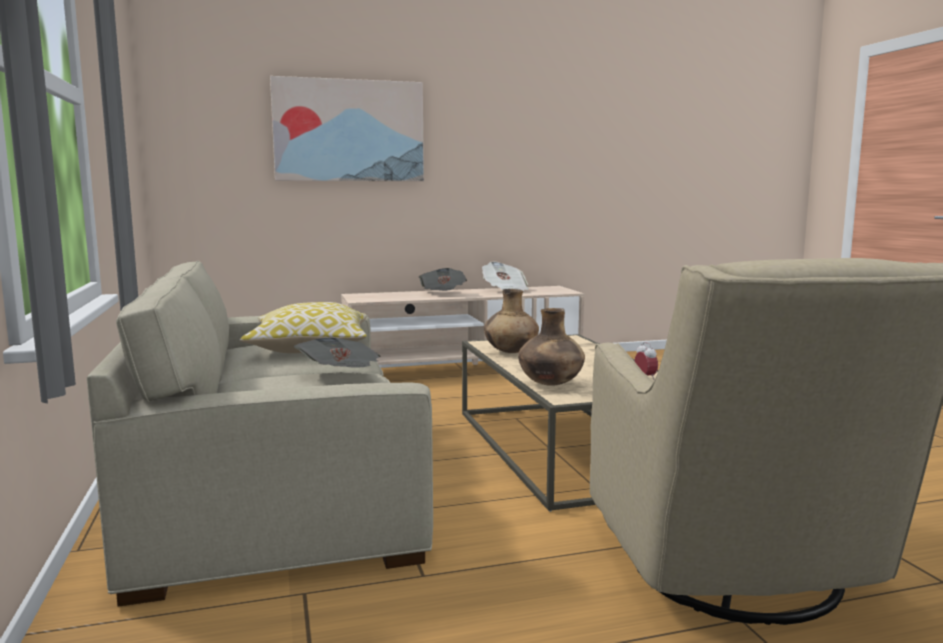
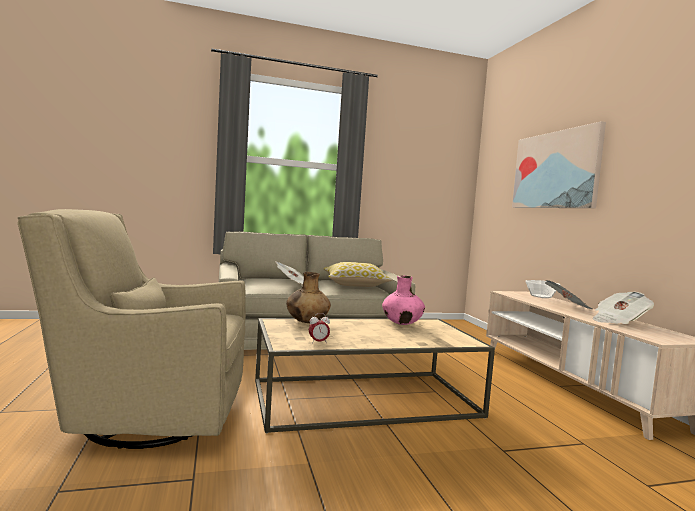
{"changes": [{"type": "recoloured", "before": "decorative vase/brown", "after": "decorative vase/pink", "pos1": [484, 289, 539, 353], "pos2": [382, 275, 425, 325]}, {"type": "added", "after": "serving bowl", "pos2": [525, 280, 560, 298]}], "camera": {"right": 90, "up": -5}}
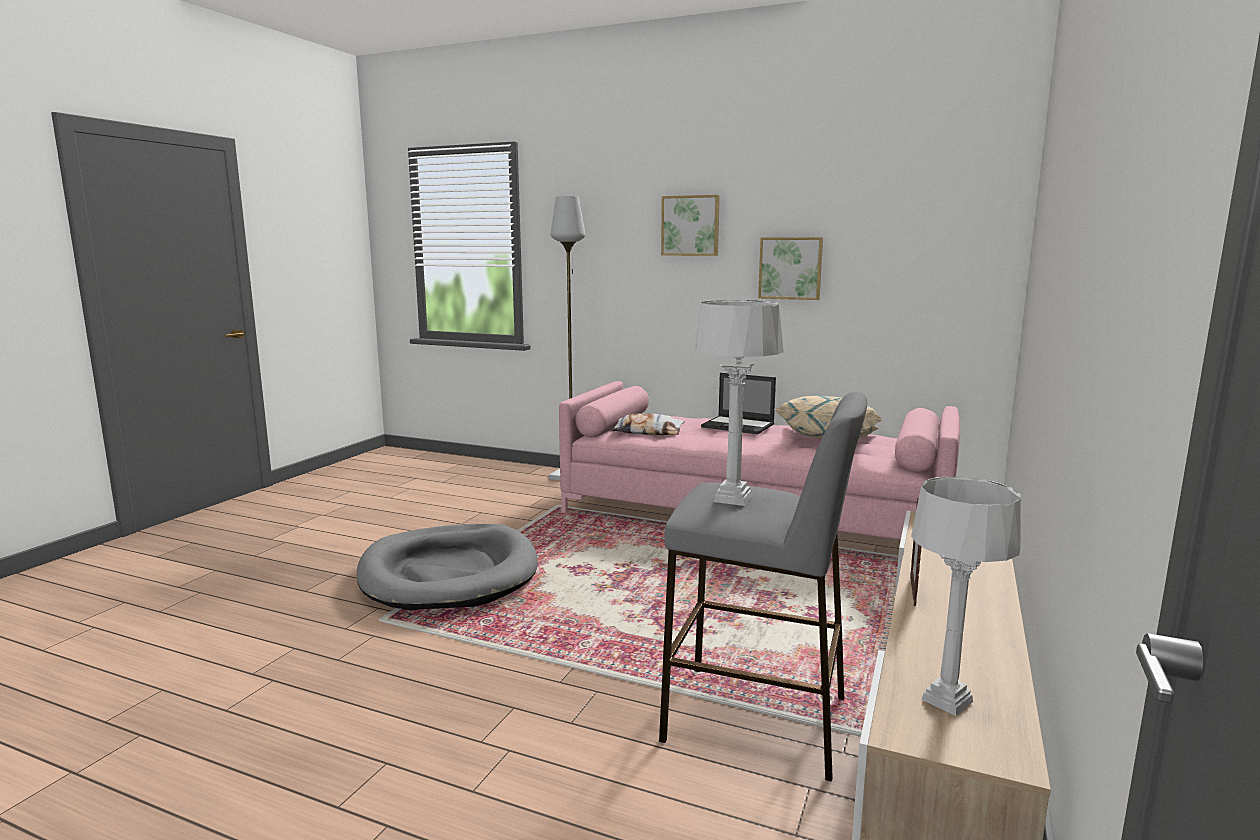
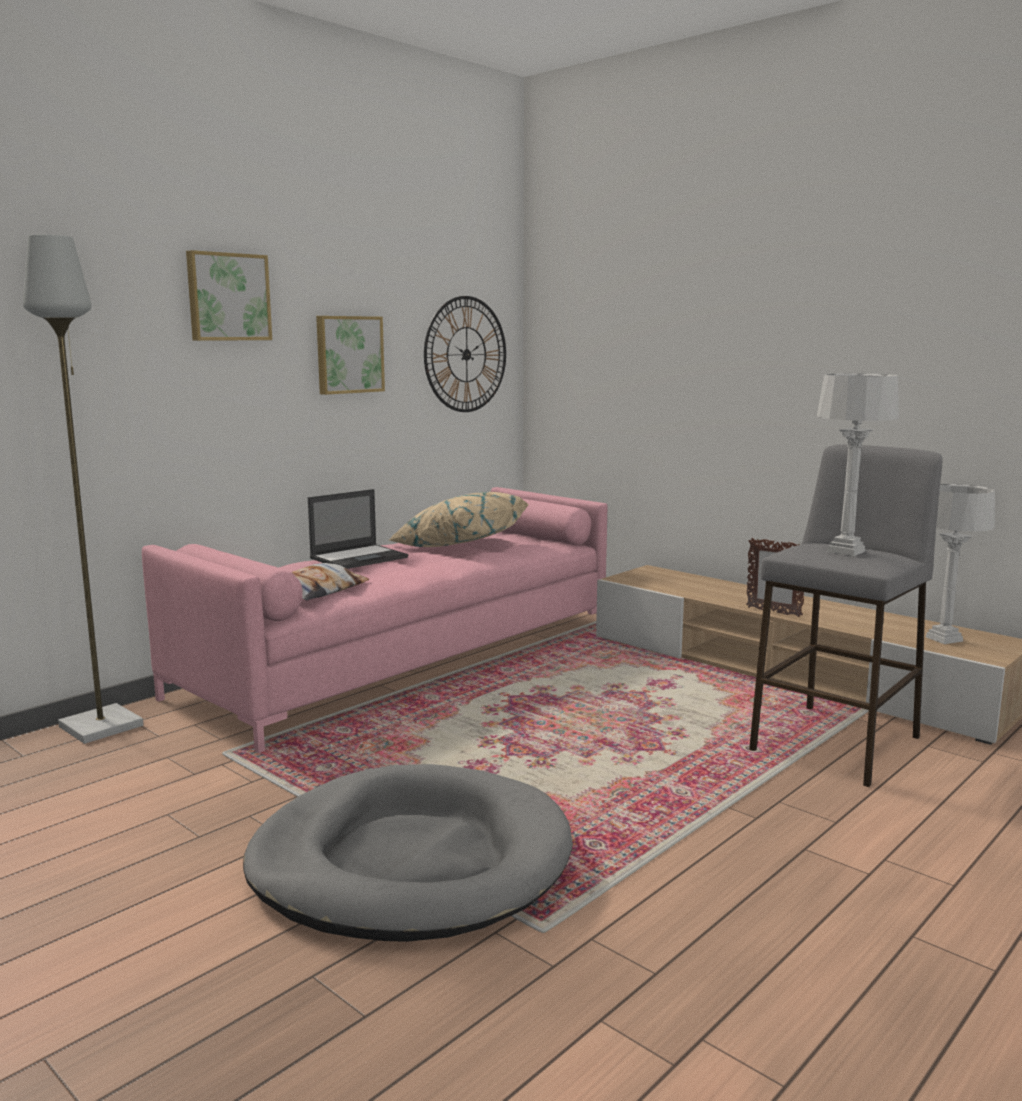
{"changes": [{"type": "added", "after": "hanging clock", "pos2": [424, 296, 506, 412]}], "camera": {"right": -70, "up": 0}}
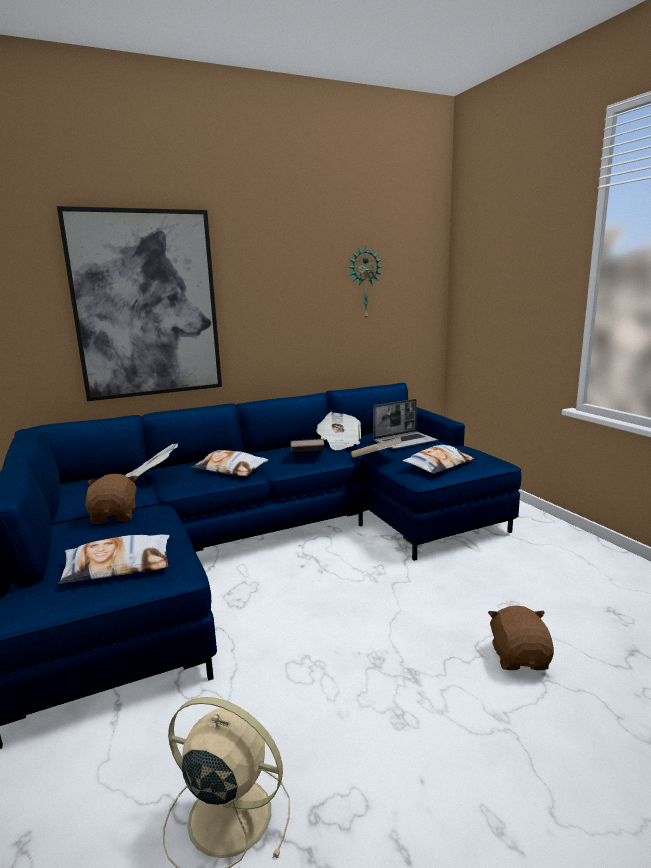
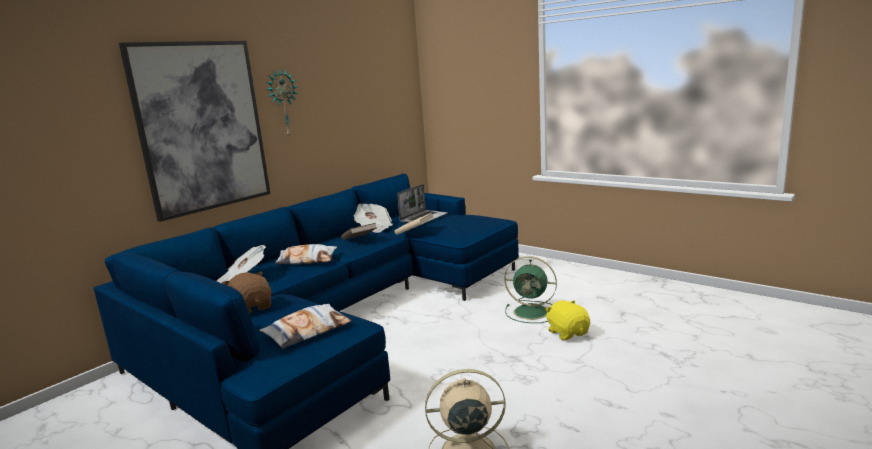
{"changes": [{"type": "moved", "before": "hanging clock", "pos1": [348, 246, 382, 318], "pos2": [266, 69, 298, 138]}, {"type": "added", "after": "electric fan/greenish", "pos2": [504, 256, 557, 323]}, {"type": "recoloured", "before": "cuddly toy/brown", "after": "cuddly toy/yellowish", "pos1": [488, 606, 554, 670], "pos2": [545, 300, 590, 340]}, {"type": "removed", "before": "cushion", "pos1": [402, 445, 474, 474]}], "camera": {"right": -25, "up": 0}}
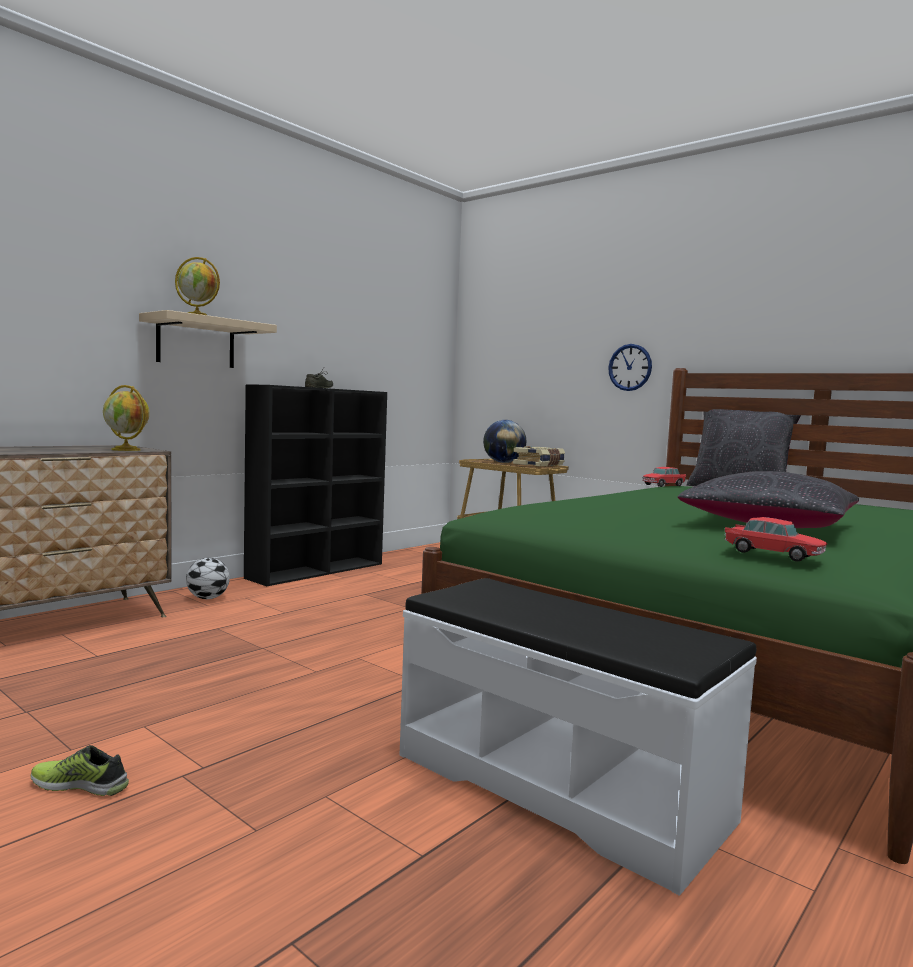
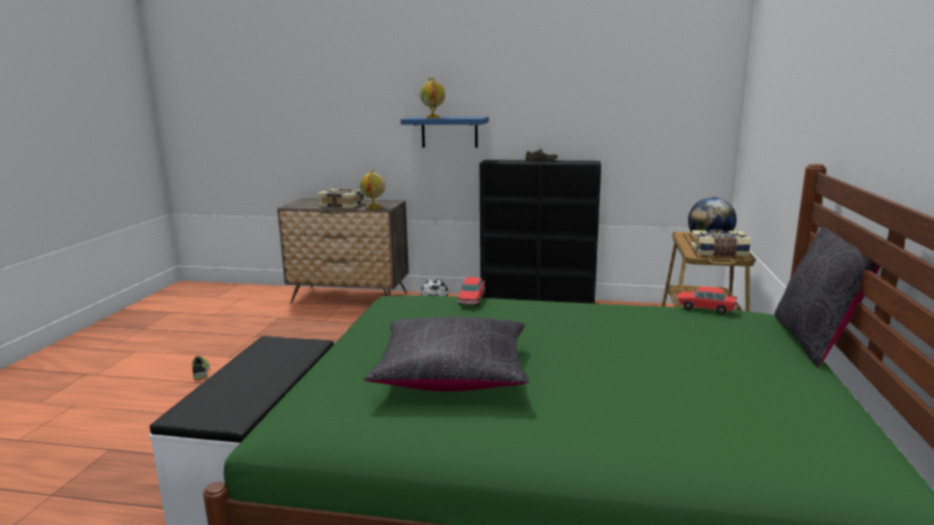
{"changes": [{"type": "added", "after": "volume", "pos2": [317, 189, 365, 208]}, {"type": "recoloured", "before": "bracket shelf/beige-coloured", "after": "bracket shelf/blue", "pos1": [139, 310, 277, 368], "pos2": [401, 117, 489, 148]}, {"type": "moved", "before": "miniature car", "pos1": [725, 517, 828, 562], "pos2": [458, 277, 485, 306]}, {"type": "removed", "before": "hanging clock", "pos1": [608, 344, 652, 391]}], "camera": {"right": 60, "up": 10}}
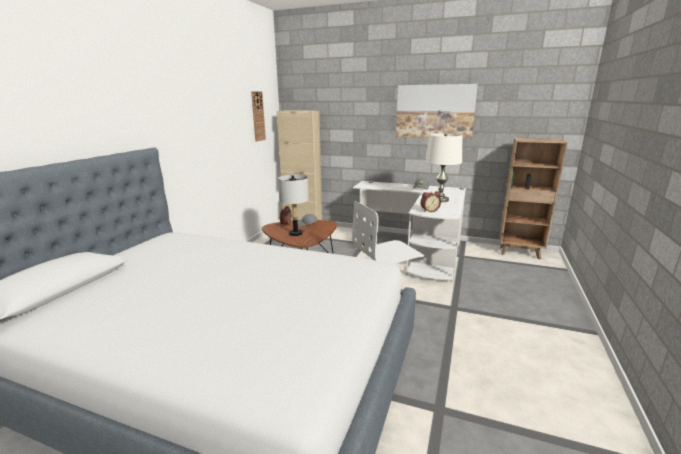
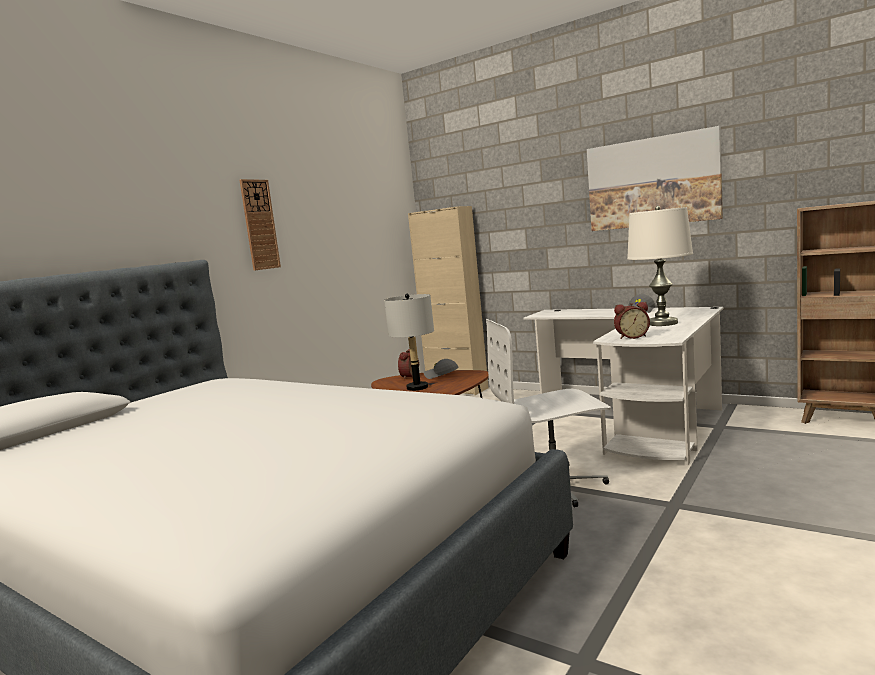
{"changes": [{"type": "moved", "before": "hanging clock", "pos1": [251, 91, 266, 142], "pos2": [240, 179, 281, 271]}], "camera": {"right": 15, "up": -10}}
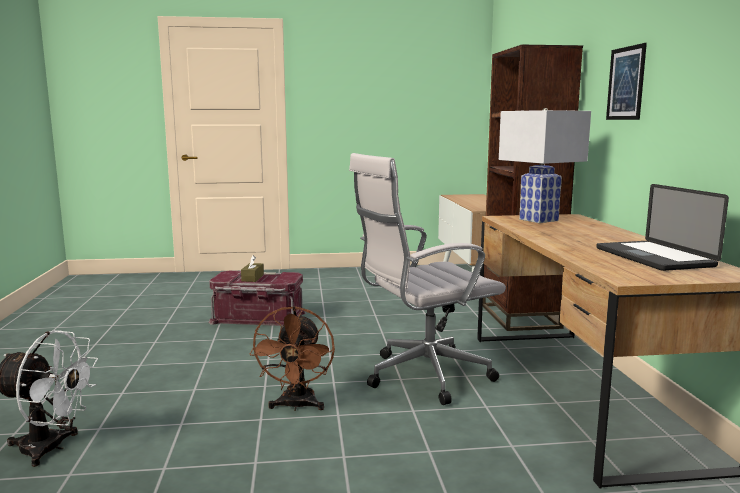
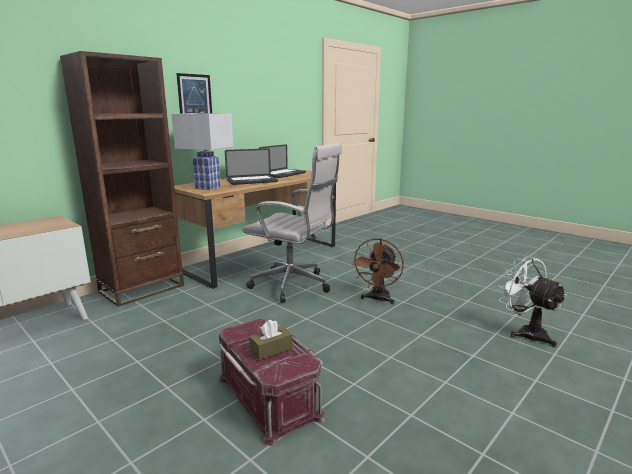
{"changes": [{"type": "added", "after": "laptop", "pos2": [225, 148, 278, 185]}, {"type": "turned", "before": "electric fan/brown", "pos1": [249, 306, 335, 411], "pos2": [351, 238, 404, 304], "turn": 150}], "camera": {"right": -130, "up": 5}}
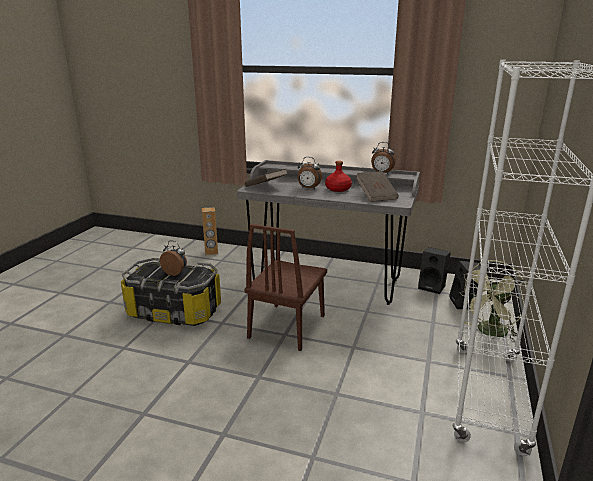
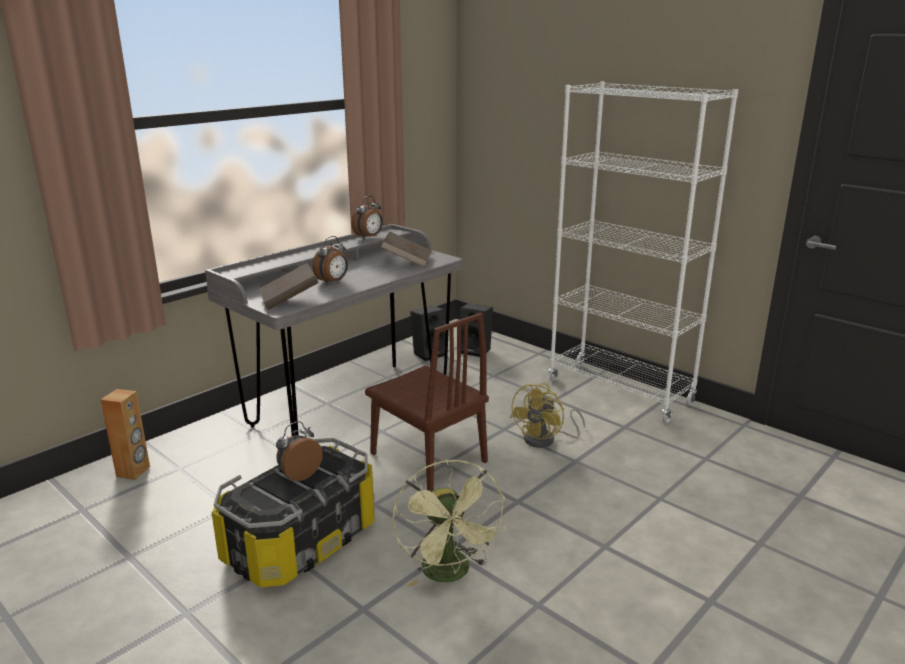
{"changes": [{"type": "moved", "before": "electric fan/greenish", "pos1": [459, 260, 527, 342], "pos2": [392, 459, 506, 587]}, {"type": "added", "after": "electric fan/yellowish", "pos2": [510, 383, 585, 448]}, {"type": "removed", "before": "beverage bottle/red", "pos1": [325, 161, 352, 192]}], "camera": {"right": -65, "up": 0}}
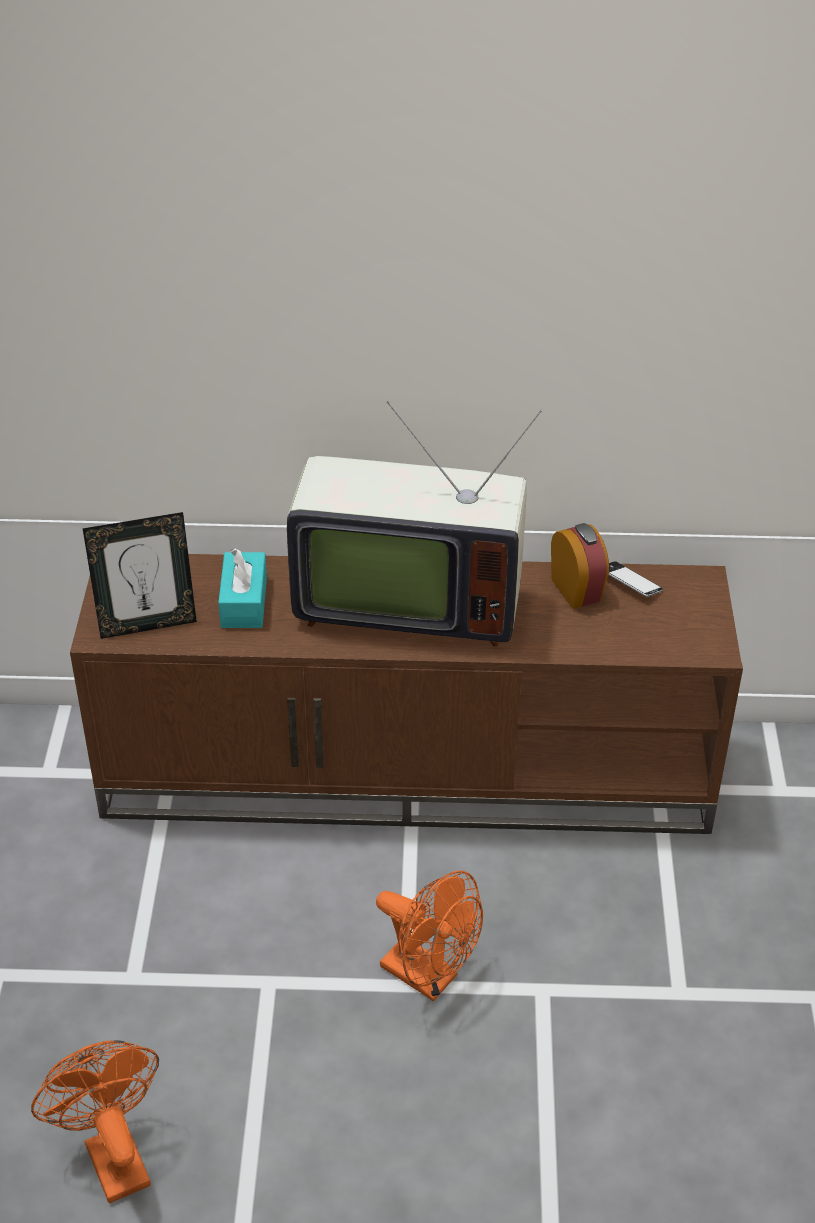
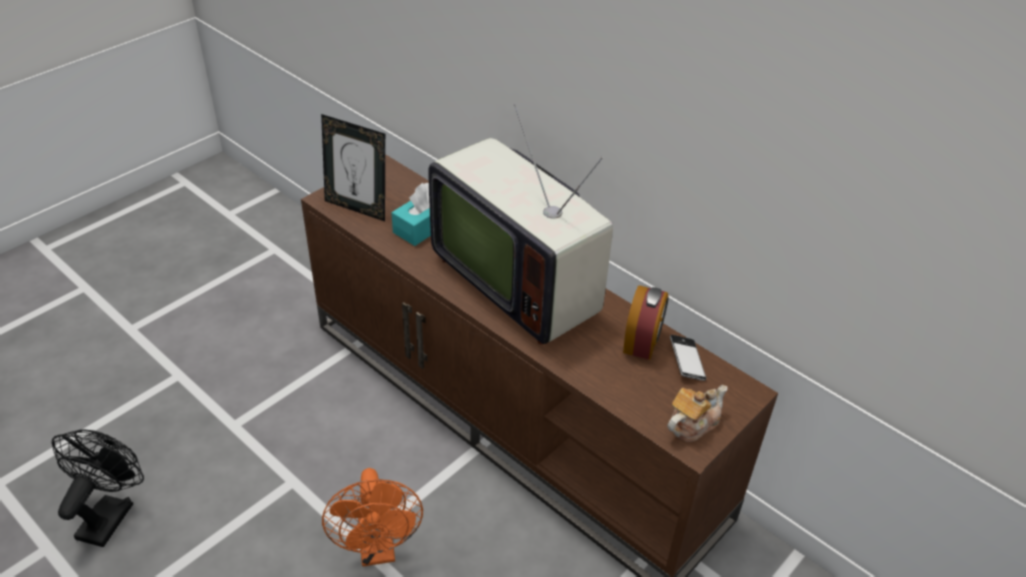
{"changes": [{"type": "recoloured", "before": "electric fan/orange", "after": "electric fan/blackish", "pos1": [31, 1040, 159, 1203], "pos2": [51, 429, 144, 547]}, {"type": "added", "after": "teapot", "pos2": [667, 385, 728, 442]}], "camera": {"right": 40, "up": 0}}
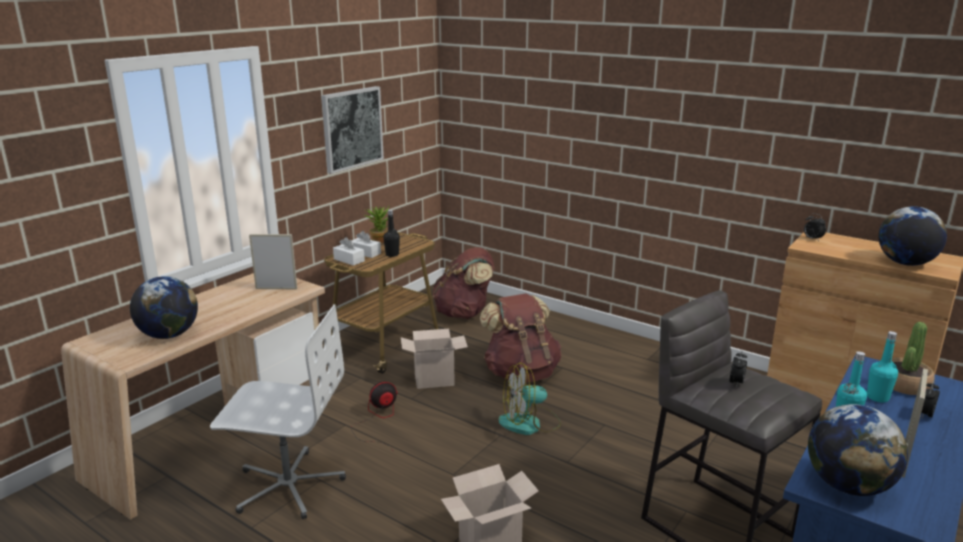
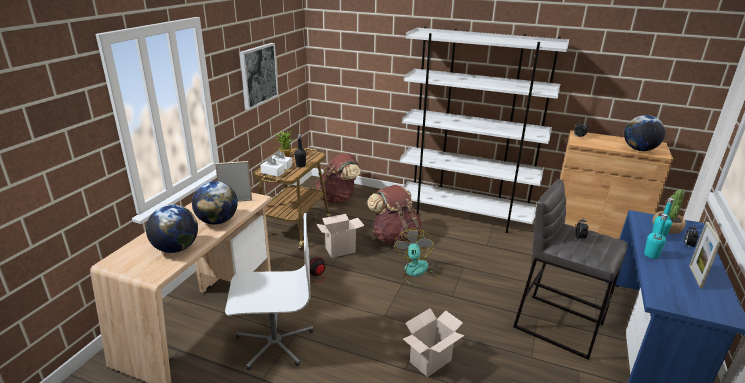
{"changes": [{"type": "moved", "before": "world globe", "pos1": [808, 404, 908, 496], "pos2": [192, 181, 238, 225]}, {"type": "turned", "before": "electric fan", "pos1": [498, 363, 561, 435], "pos2": [394, 229, 441, 286], "turn": 120}, {"type": "added", "after": "bookcase/white-coloured", "pos2": [400, 27, 569, 233]}], "camera": {"right": -15, "up": 5}}
